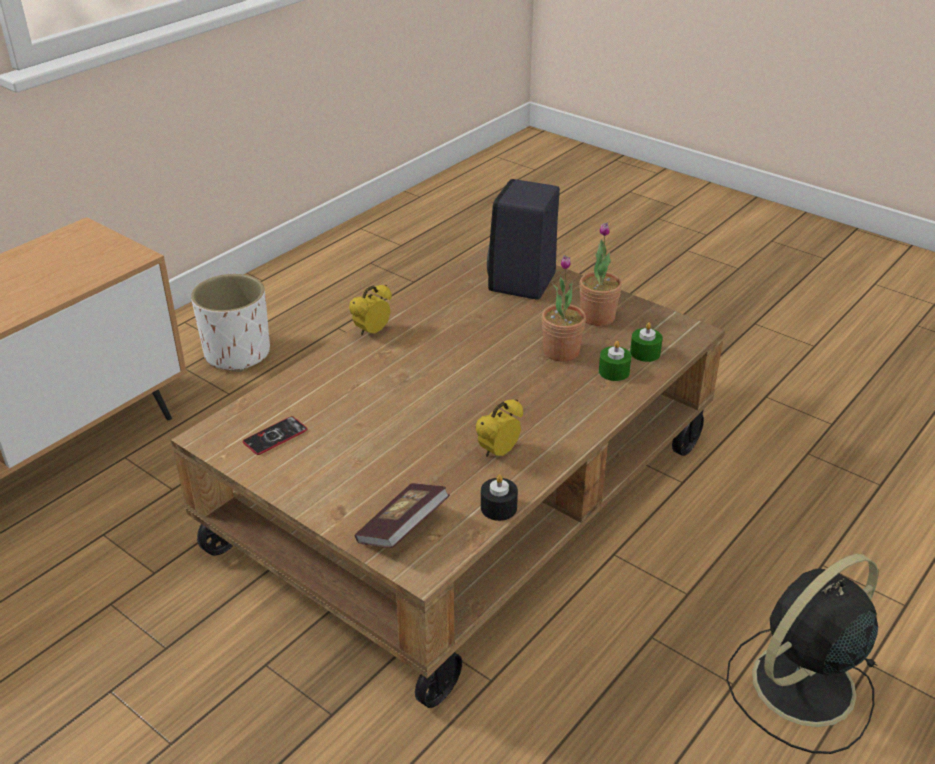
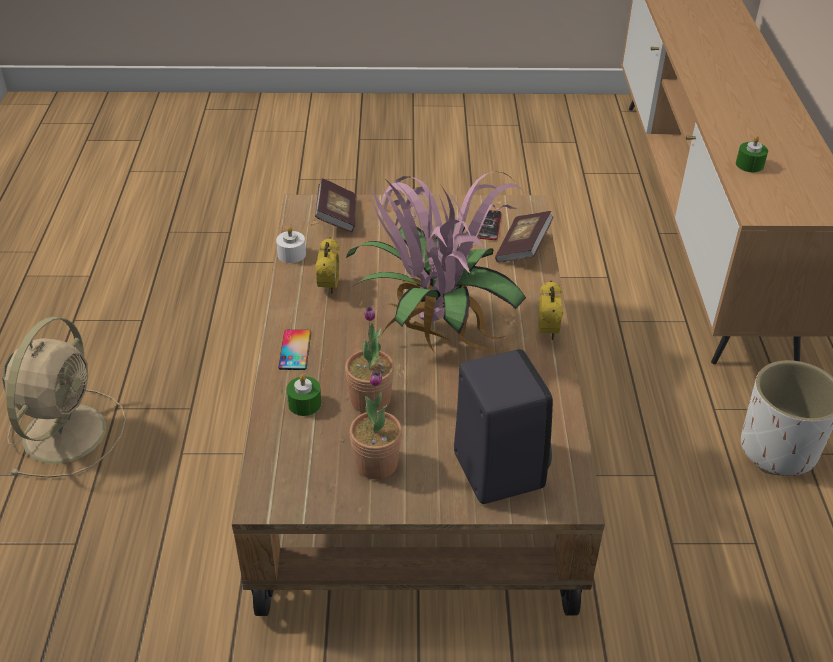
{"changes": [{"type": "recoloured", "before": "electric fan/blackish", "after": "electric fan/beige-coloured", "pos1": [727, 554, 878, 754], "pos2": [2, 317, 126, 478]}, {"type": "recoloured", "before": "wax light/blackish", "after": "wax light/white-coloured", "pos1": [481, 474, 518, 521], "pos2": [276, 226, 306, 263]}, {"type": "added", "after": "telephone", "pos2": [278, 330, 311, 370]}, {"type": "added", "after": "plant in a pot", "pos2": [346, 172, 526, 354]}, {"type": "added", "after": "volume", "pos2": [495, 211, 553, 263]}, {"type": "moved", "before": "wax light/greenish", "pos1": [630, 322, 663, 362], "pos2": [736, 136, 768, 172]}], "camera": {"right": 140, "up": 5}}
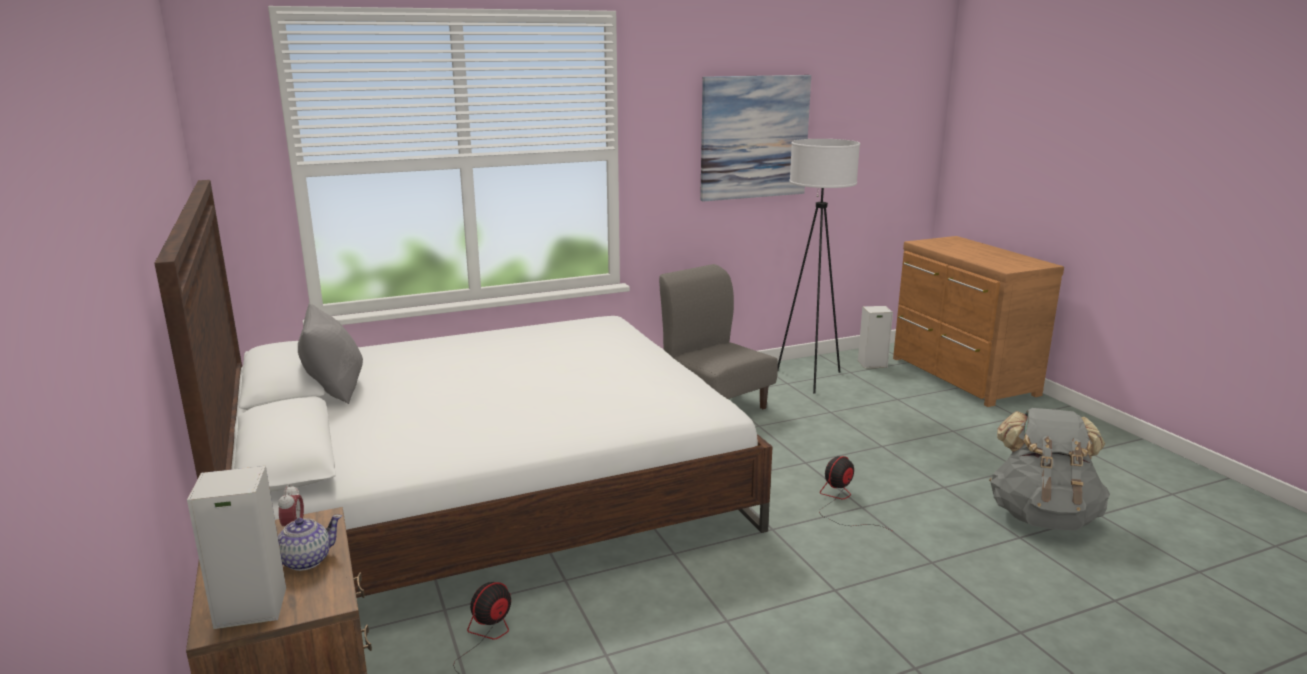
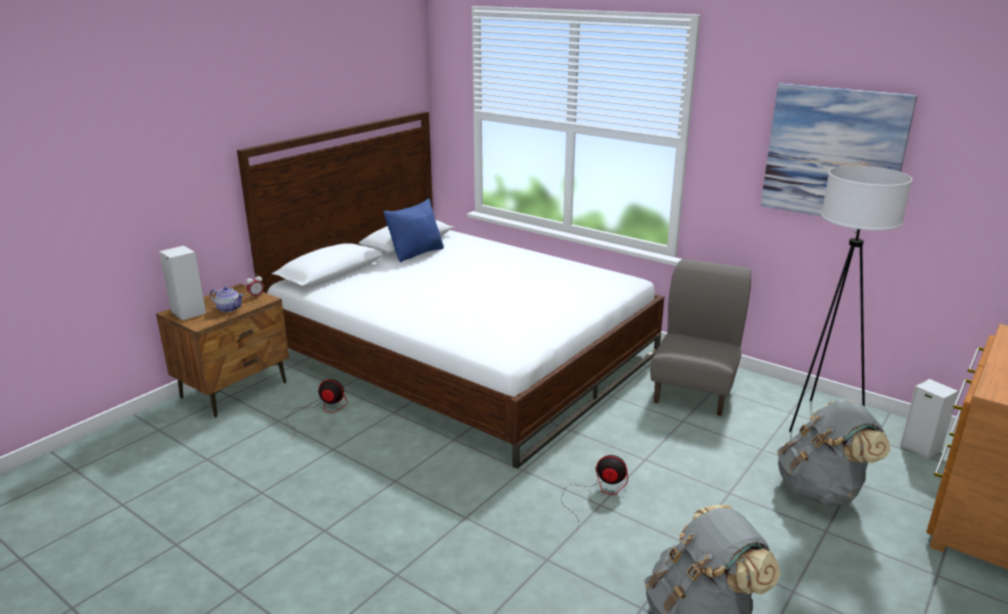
{"changes": [{"type": "recoloured", "before": "cushion/grey", "after": "cushion/blue", "pos1": [298, 303, 363, 404], "pos2": [383, 198, 444, 262]}, {"type": "added", "after": "backpack/grey", "pos2": [777, 400, 890, 505]}], "camera": {"right": 60, "up": 5}}
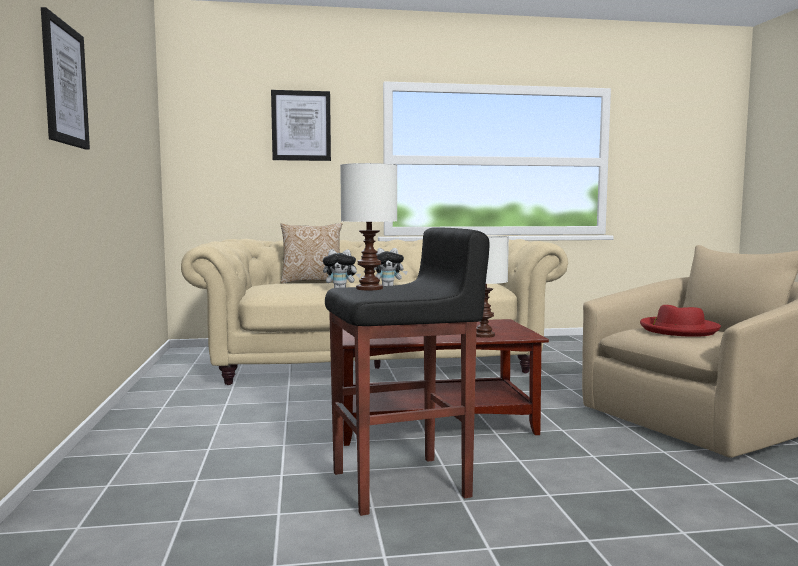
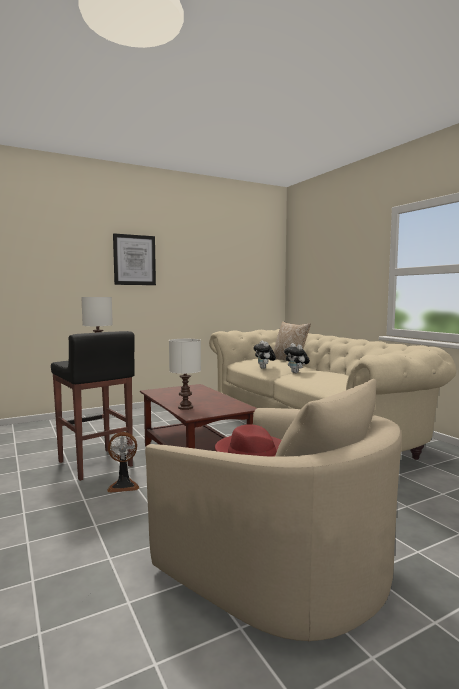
{"changes": [{"type": "added", "after": "electric fan", "pos2": [107, 432, 140, 493]}, {"type": "removed", "before": "picture", "pos1": [271, 90, 331, 161]}], "camera": {"right": 70, "up": 0}}
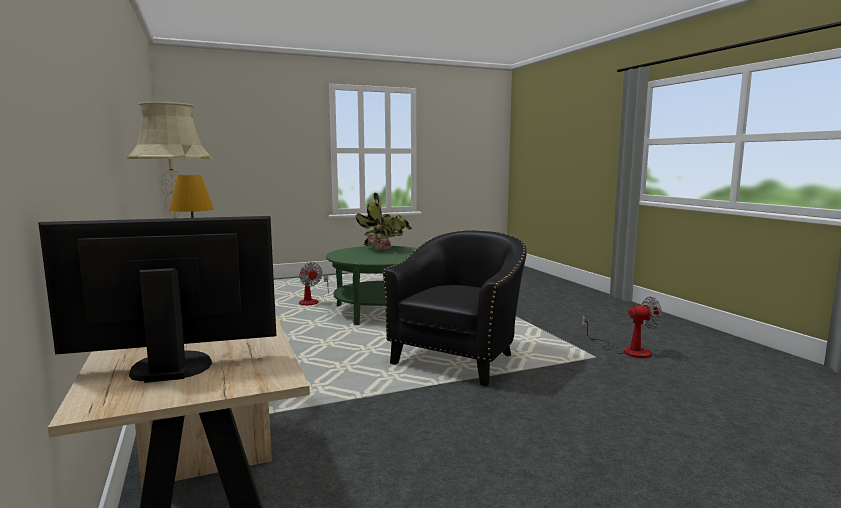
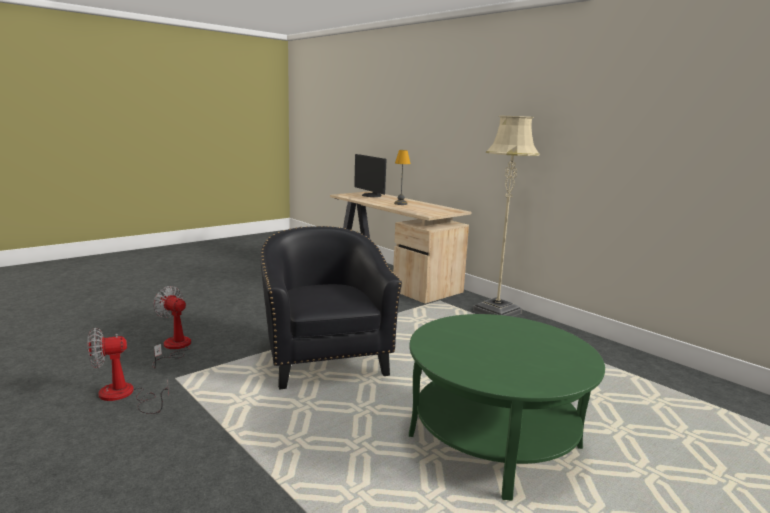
{"changes": [{"type": "moved", "before": "electric fan", "pos1": [299, 262, 329, 305], "pos2": [152, 286, 191, 368]}, {"type": "turned", "before": "lounge chair/blackish", "pos1": [383, 230, 527, 386], "pos2": [260, 226, 402, 389], "turn": 150}, {"type": "turned", "before": "monitor", "pos1": [38, 216, 276, 383], "pos2": [354, 154, 387, 197], "turn": 90}, {"type": "removed", "before": "plant in a pot", "pos1": [355, 193, 412, 251]}], "camera": {"right": 160, "up": 5}}
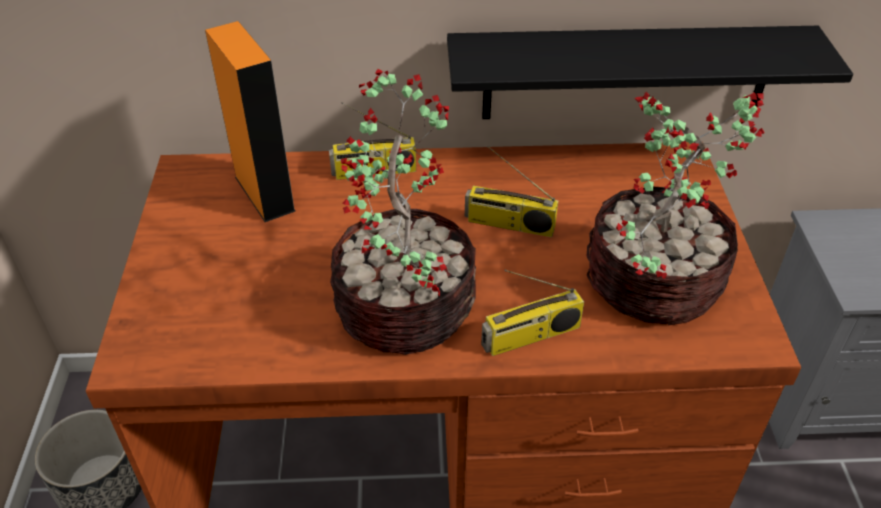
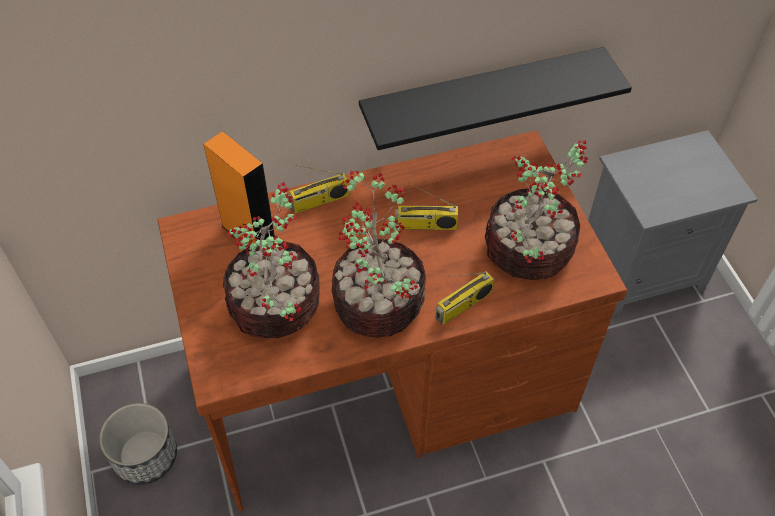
{"changes": [{"type": "added", "after": "plant in a pot", "pos2": [223, 182, 320, 338]}], "camera": {"right": -15, "up": 10}}
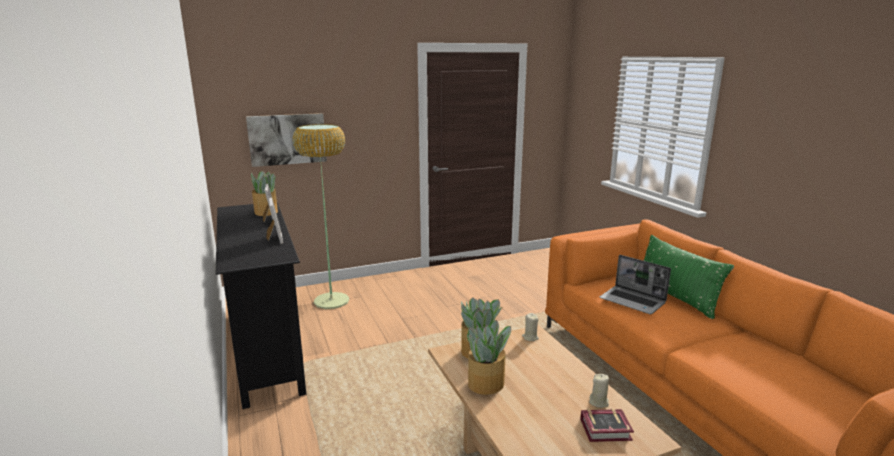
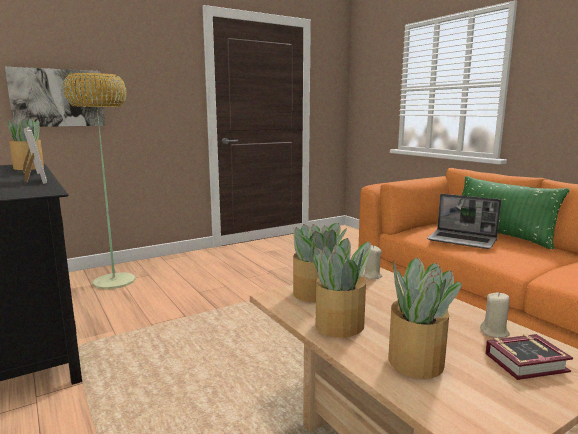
{"changes": [{"type": "added", "after": "plant in a pot", "pos2": [388, 257, 462, 379]}], "camera": {"right": -10, "up": -5}}
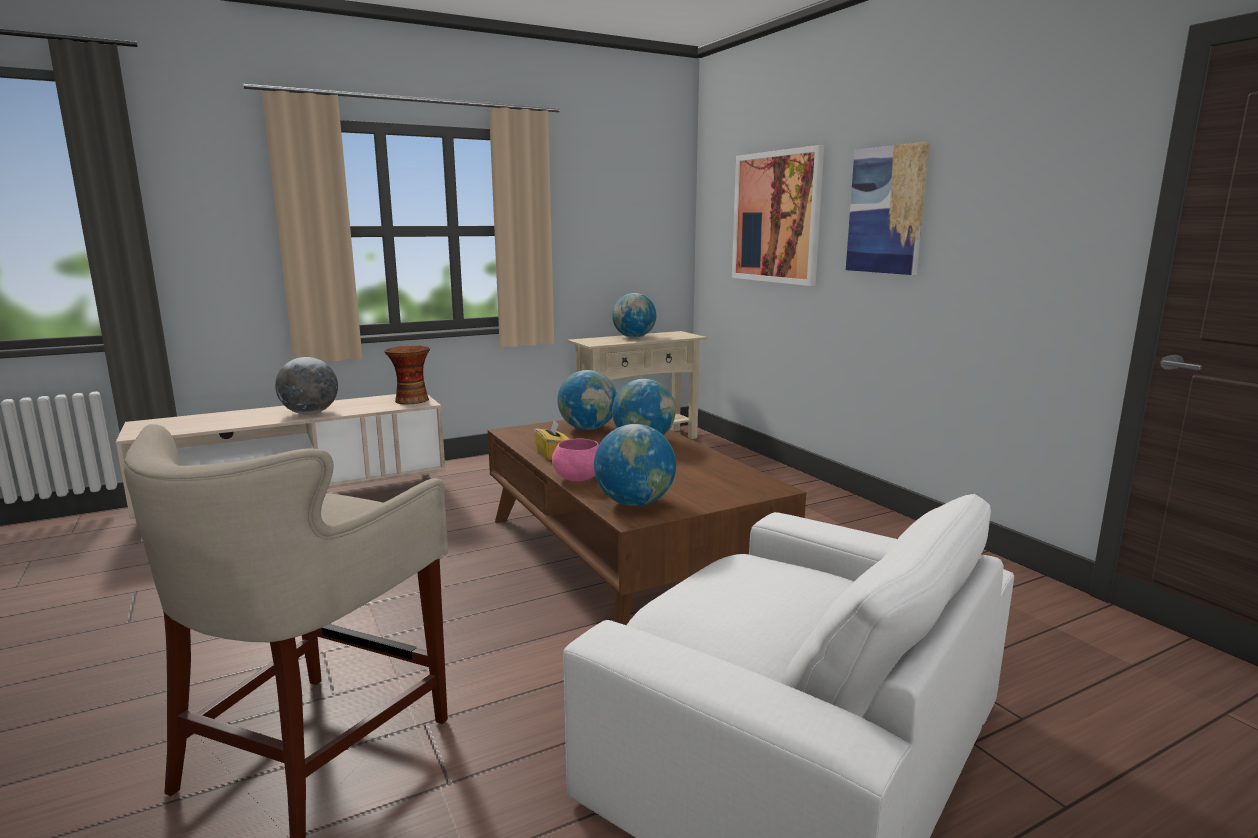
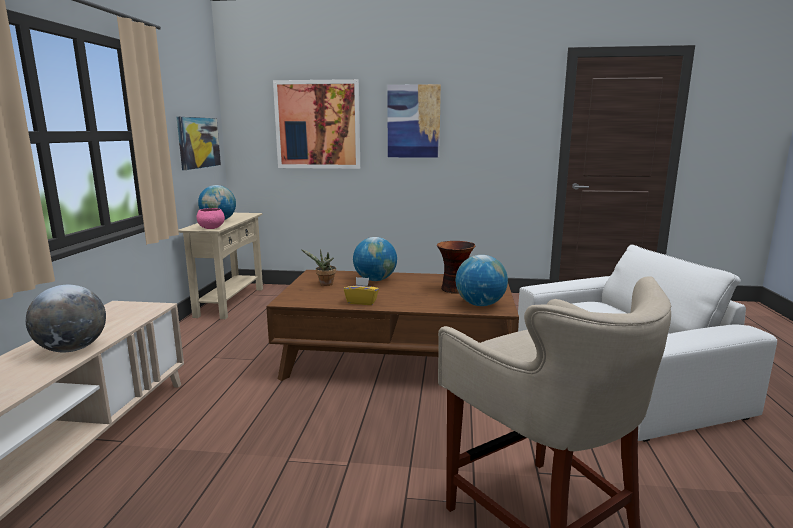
{"changes": [{"type": "added", "after": "picture", "pos2": [177, 117, 221, 170]}, {"type": "moved", "before": "serving bowl/pink", "pos1": [552, 438, 599, 481], "pos2": [196, 208, 225, 229]}, {"type": "replaced", "before": "world globe", "after": "plant in a pot", "pos1": [557, 370, 617, 430], "pos2": [301, 249, 336, 286]}, {"type": "moved", "before": "decorative vase", "pos1": [384, 346, 430, 404], "pos2": [437, 241, 475, 294]}], "camera": {"right": -55, "up": 0}}
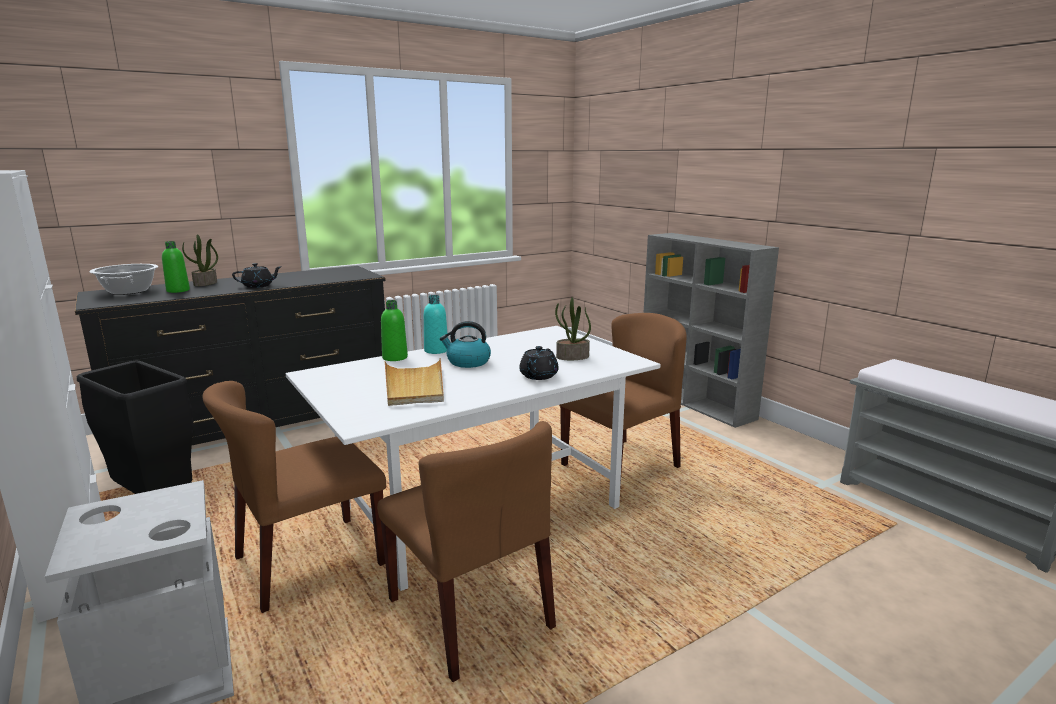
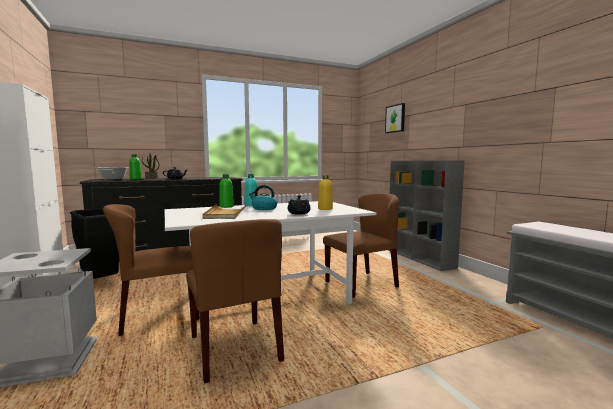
{"changes": [{"type": "replaced", "before": "plant in a pot", "after": "beverage bottle/yellowish", "pos1": [555, 297, 591, 360], "pos2": [318, 175, 333, 210]}, {"type": "added", "after": "picture", "pos2": [385, 103, 405, 133]}], "camera": {"right": 10, "up": -10}}
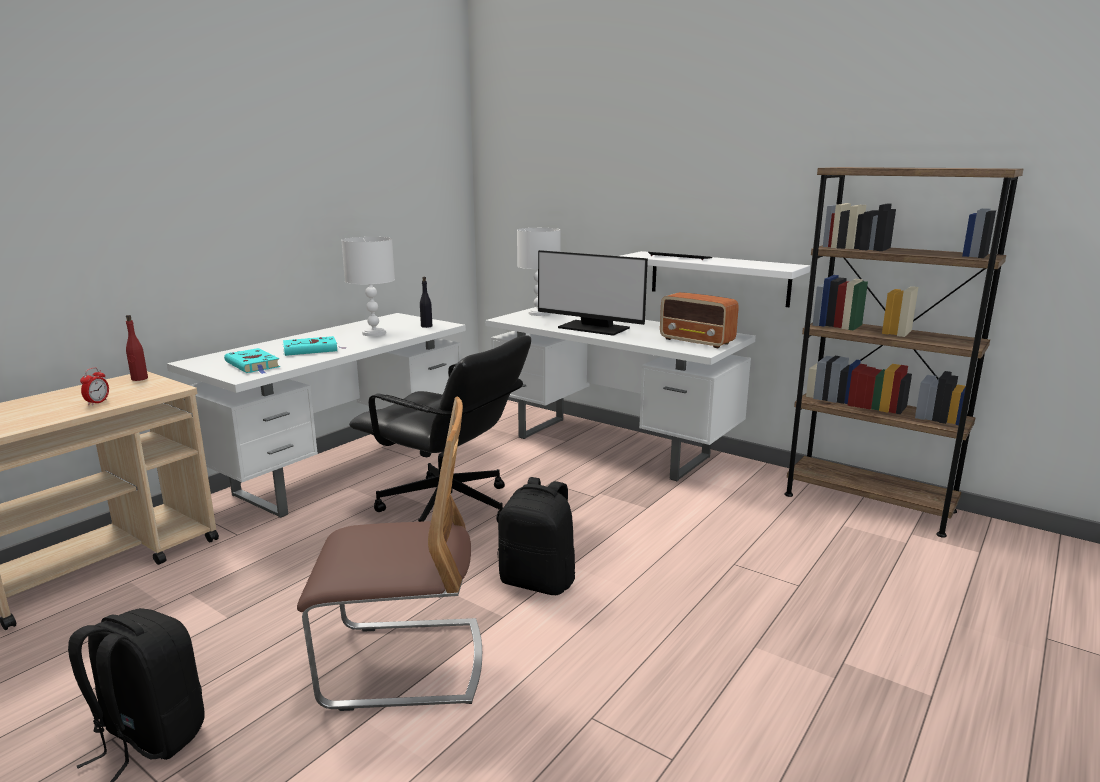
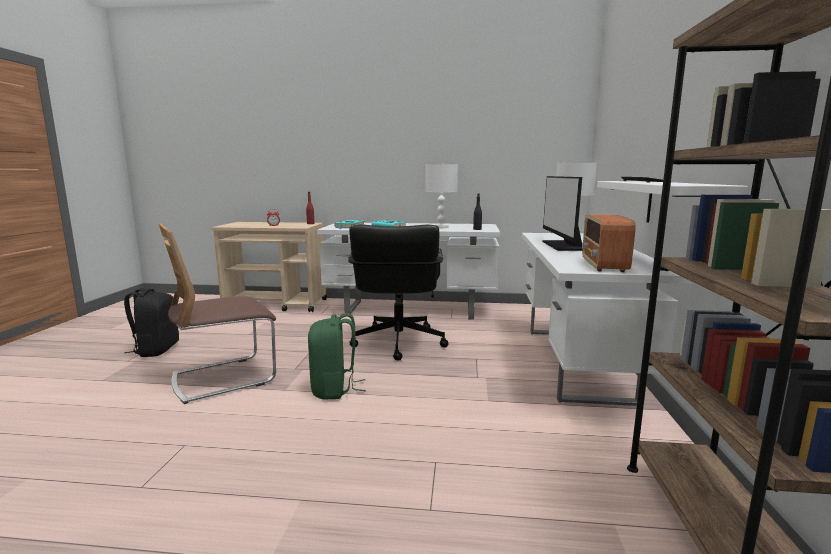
{"changes": [{"type": "turned", "before": "upright chair", "pos1": [297, 397, 482, 711], "pos2": [159, 223, 276, 404], "turn": 90}, {"type": "recoloured", "before": "backpack/blackish", "after": "backpack/greenish", "pos1": [498, 477, 575, 595], "pos2": [308, 313, 366, 399]}], "camera": {"right": 60, "up": -5}}
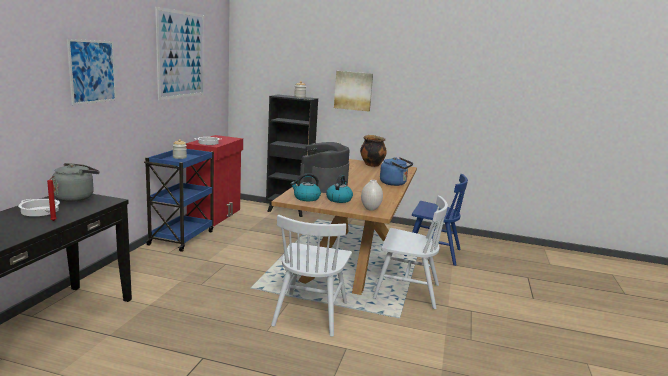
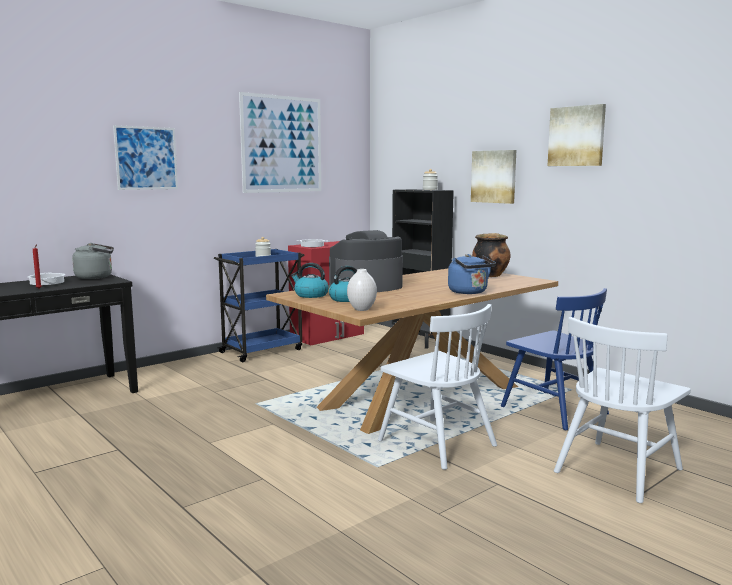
{"changes": [{"type": "added", "after": "picture", "pos2": [548, 104, 606, 166]}, {"type": "moved", "before": "upright chair/white-coloured", "pos1": [271, 215, 352, 337], "pos2": [554, 317, 691, 503]}], "camera": {"right": 35, "up": -5}}
